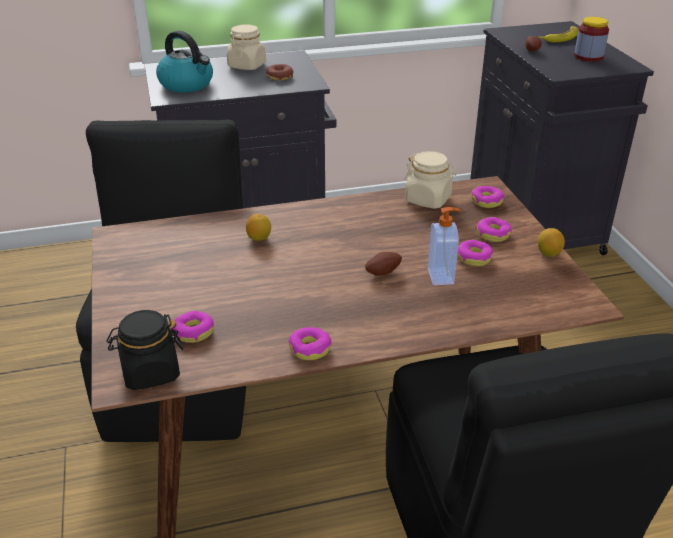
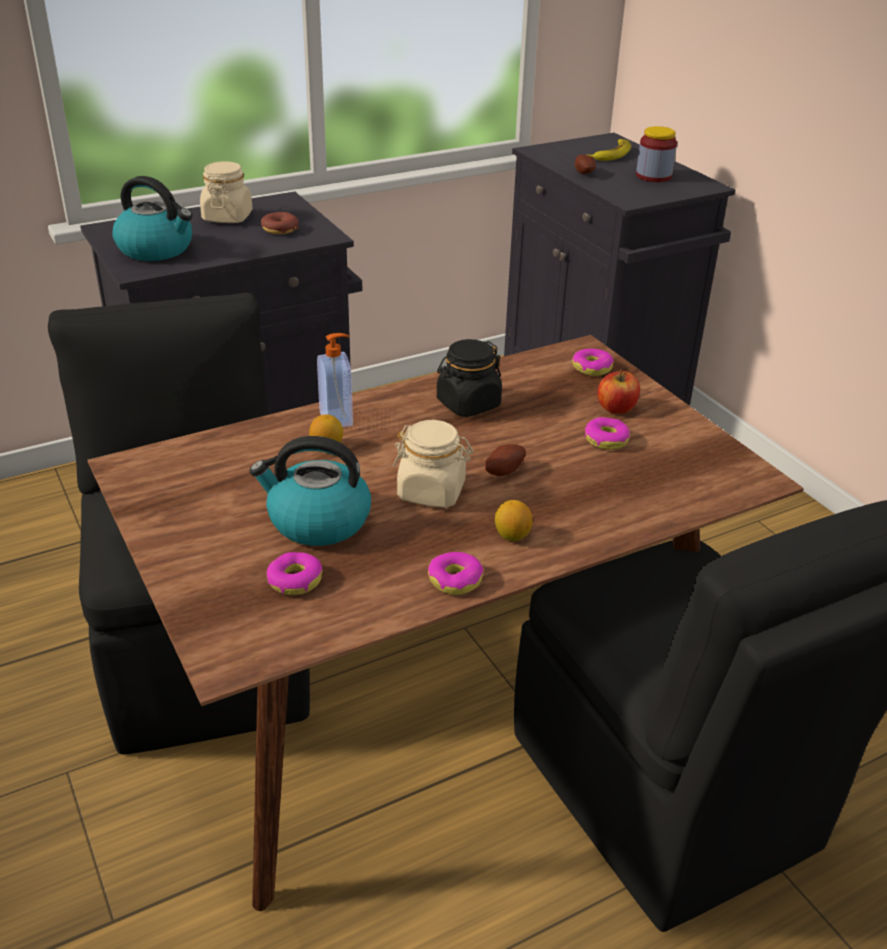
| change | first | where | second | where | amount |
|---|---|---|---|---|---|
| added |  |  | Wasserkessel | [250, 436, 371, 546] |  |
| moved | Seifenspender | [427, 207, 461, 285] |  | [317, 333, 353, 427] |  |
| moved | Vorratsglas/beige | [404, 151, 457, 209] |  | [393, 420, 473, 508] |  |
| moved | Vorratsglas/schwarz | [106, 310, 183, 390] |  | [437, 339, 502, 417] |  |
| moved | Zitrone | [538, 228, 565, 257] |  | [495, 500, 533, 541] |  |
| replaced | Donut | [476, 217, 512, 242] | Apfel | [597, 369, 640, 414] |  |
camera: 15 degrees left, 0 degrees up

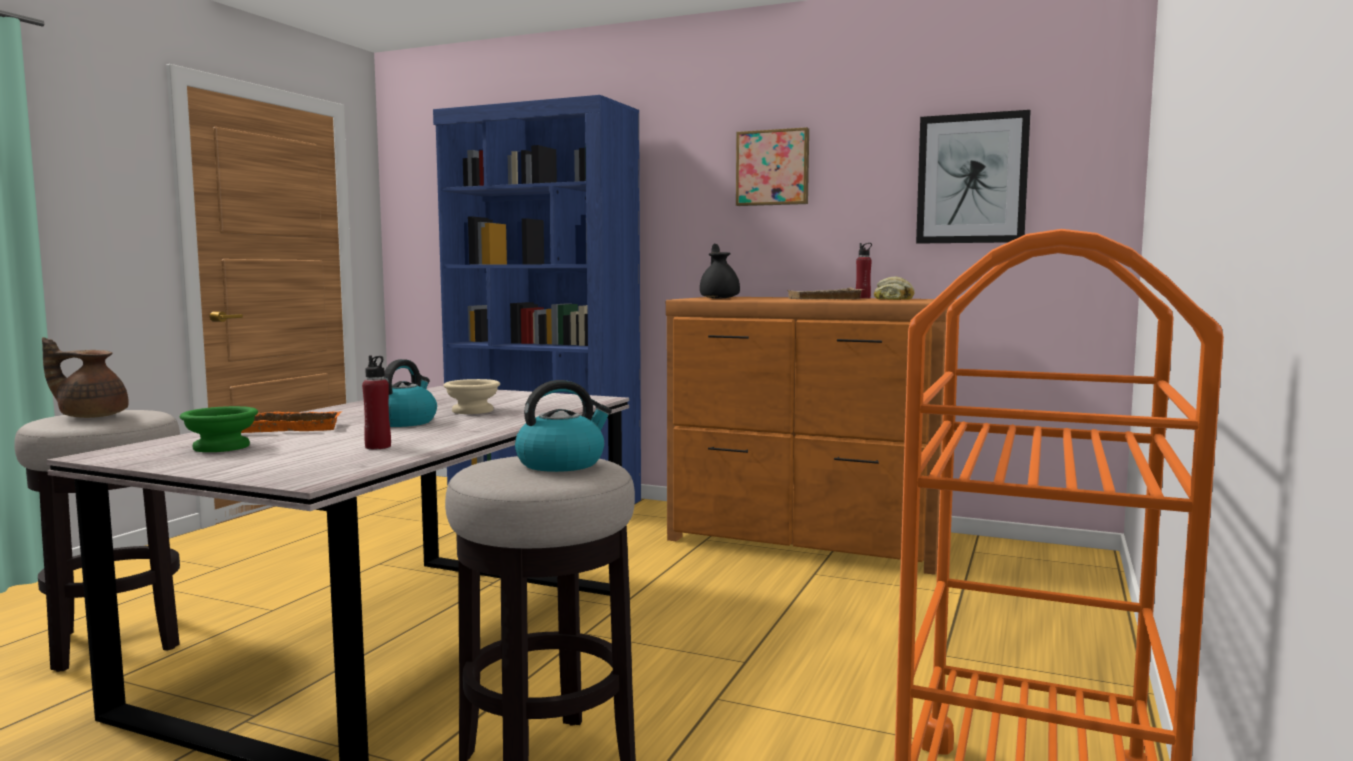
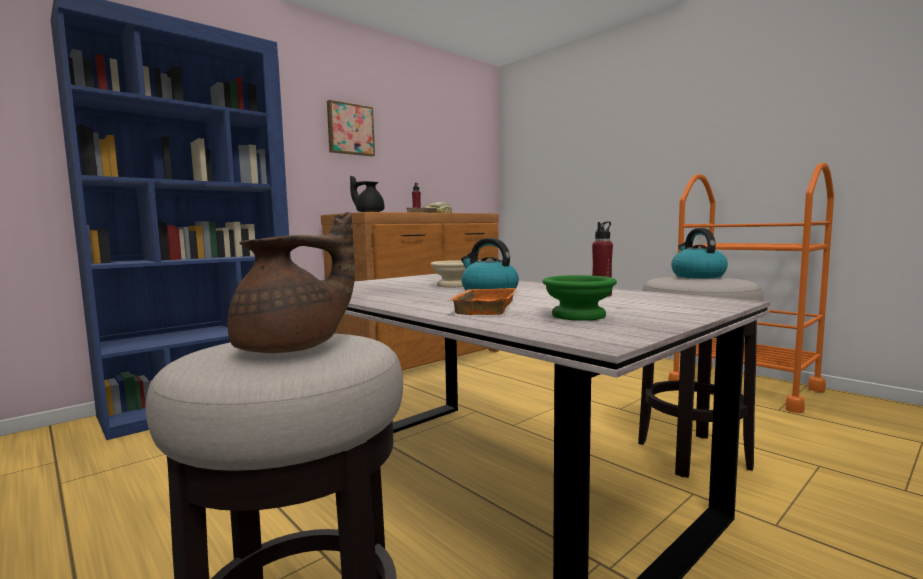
| change | first | where | second | where | amount |
|---|---|---|---|---|---|
| turned | Teekanne/braun | [42, 337, 129, 418] |  | [228, 212, 355, 353] | 150 degrees counterclockwise |
| removed | Bild | [916, 110, 1031, 244] |  |  |  |
camera: 65 degrees left, 0 degrees up

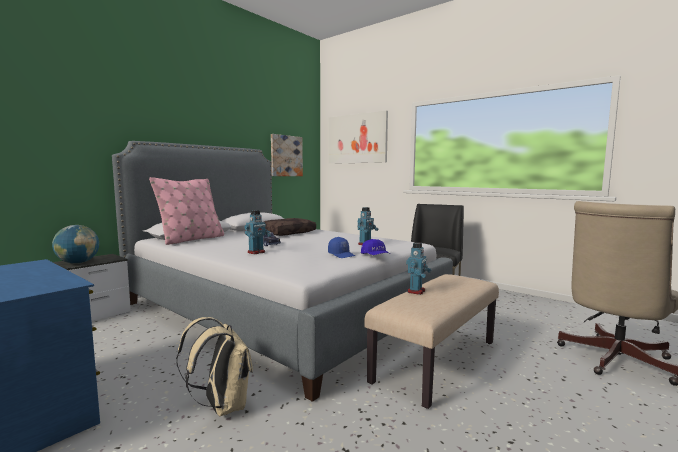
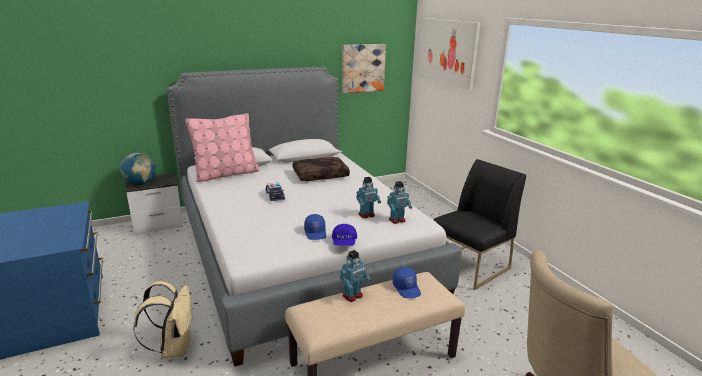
| change | first | where | second | where | amount |
|---|---|---|---|---|---|
| moved | Spielzeugroboter | [244, 210, 271, 254] |  | [387, 181, 413, 224] |  |
| added |  |  | Kappe/blau | [393, 267, 421, 298] |  |
camera: 25 degrees right, 15 degrees up

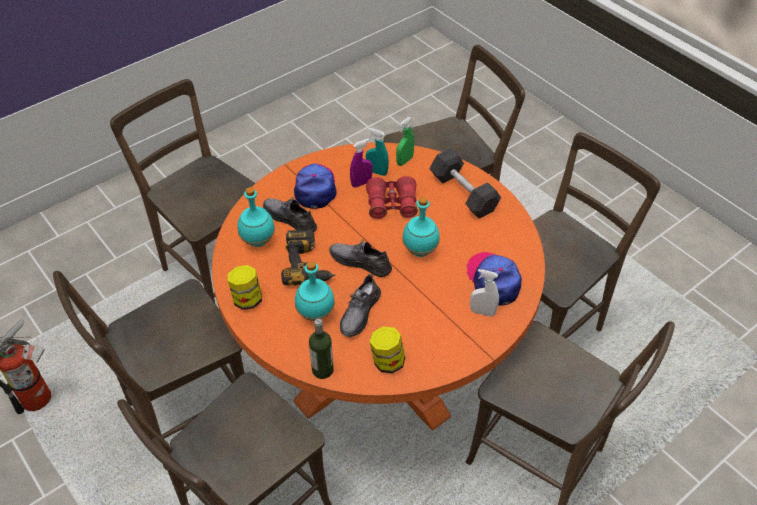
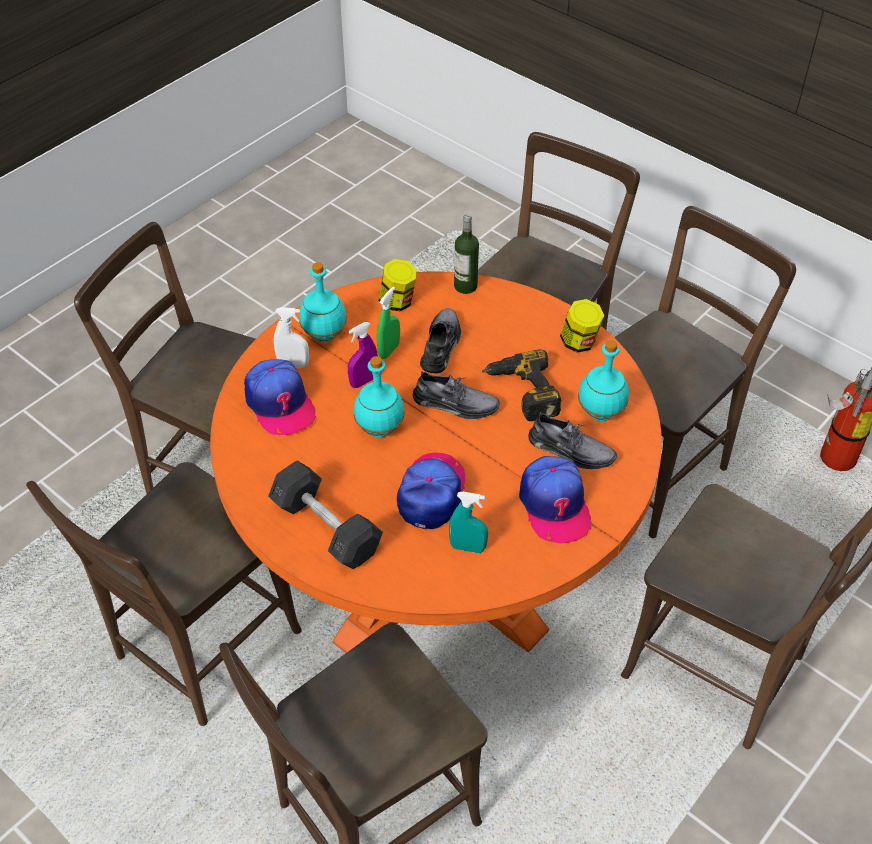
| change | first | where | second | where | amount |
|---|---|---|---|---|---|
| moved | Flasche/türkis | [295, 261, 335, 321] |  | [299, 262, 347, 342] |  |
| moved | Sprühflasche/lila | [350, 139, 373, 187] |  | [348, 322, 378, 388] |  |
| moved | Sprühflasche/grün | [396, 117, 414, 166] |  | [377, 286, 400, 359] |  |
| replaced | Fernglas/rot | [366, 176, 418, 219] | Kappe | [397, 453, 465, 529] |  |
camera: 170 degrees right, 0 degrees up

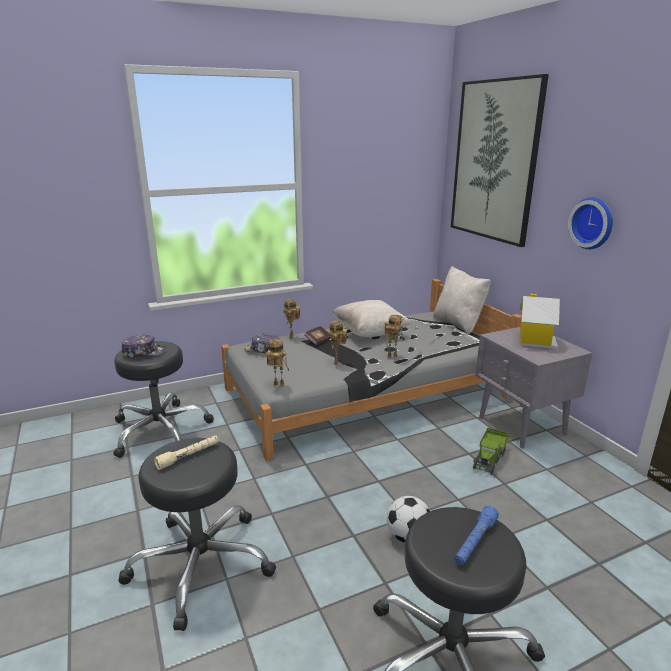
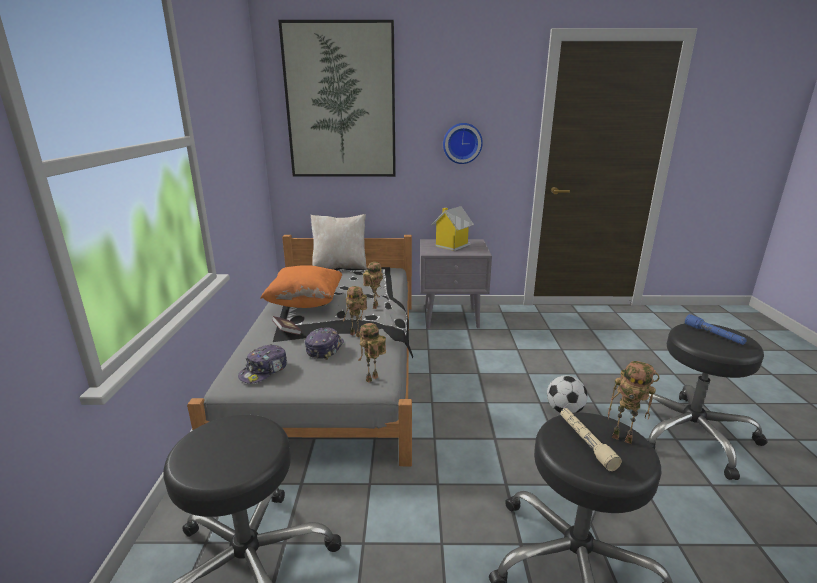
| change | first | where | second | where | amount |
|---|---|---|---|---|---|
| recoloured | Kissen/beige | [332, 300, 411, 337] | Kissen/orange | [260, 265, 342, 308] |  |
| moved | Kappe | [122, 334, 166, 358] |  | [305, 327, 344, 360] |  |
| moved | Spielzeugroboter | [283, 299, 300, 339] |  | [608, 361, 660, 444] |  |
| removed | Spielzeuglaster | [473, 428, 509, 475] |  |  |  |
camera: 65 degrees left, 0 degrees up

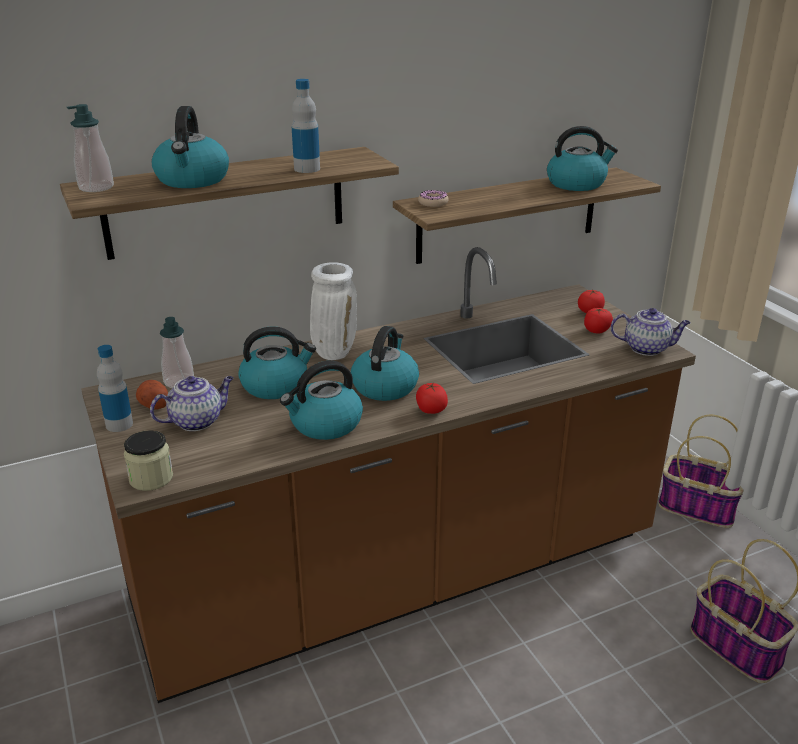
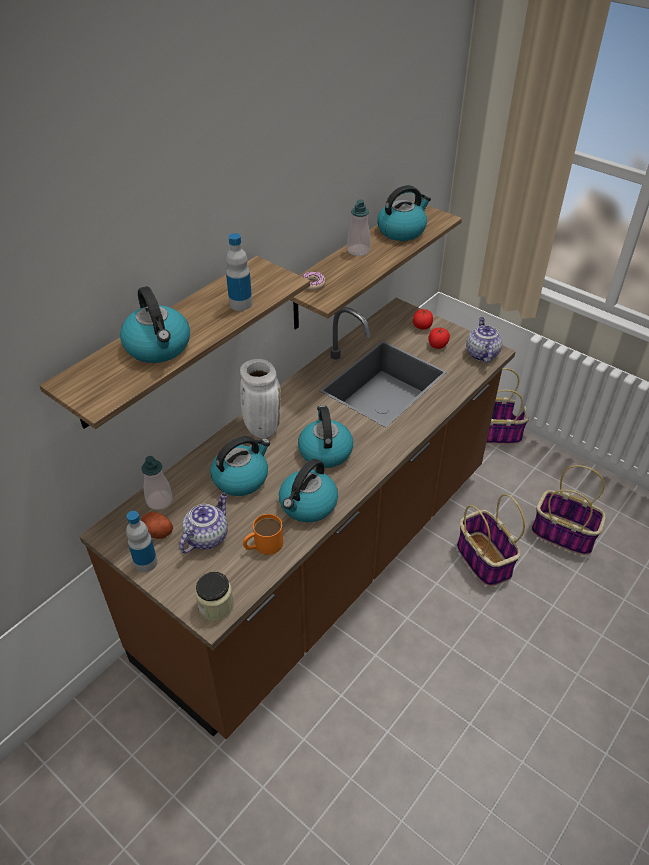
| change | first | where | second | where | amount |
|---|---|---|---|---|---|
| added |  |  | Henkelbecher/orange | [243, 514, 283, 555] |  |
| moved | Seifenspender | [67, 104, 114, 192] |  | [347, 199, 371, 256] |  |
| added |  |  | Korb | [457, 494, 525, 586] |  |
| turned | Teekanne | [611, 308, 691, 356] |  | [466, 317, 502, 363] | 75 degrees counterclockwise |
| removed | Tomate | [416, 382, 448, 414] |  |  |  |
camera: 25 degrees left, 15 degrees up

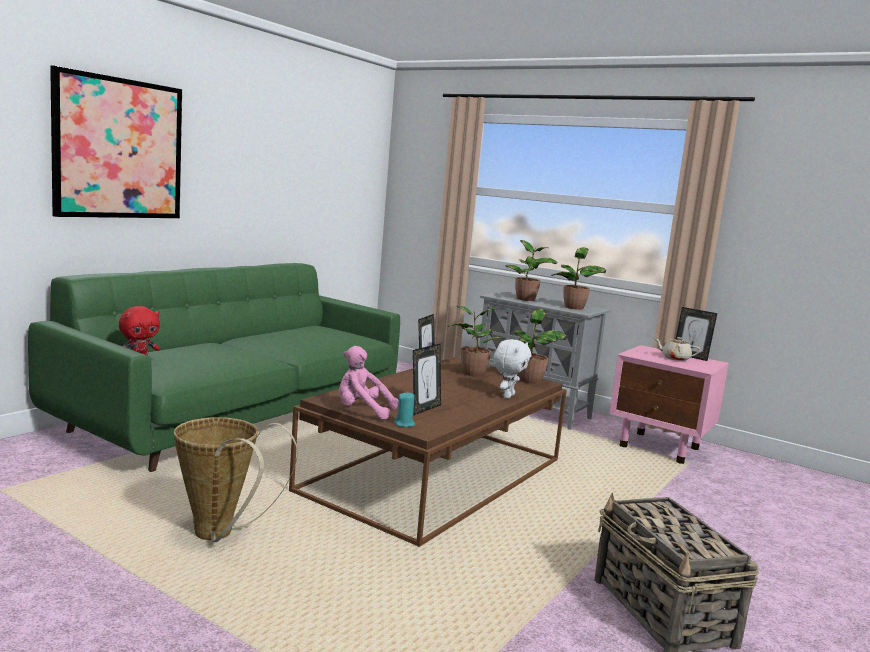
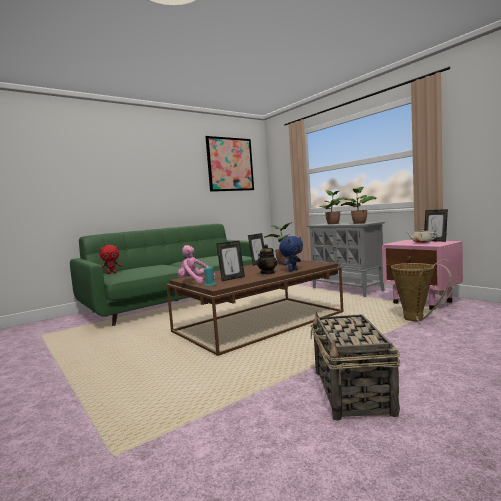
| change | first | where | second | where | amount |
|---|---|---|---|---|---|
| moved | Bild | [50, 65, 182, 218] |  | [205, 136, 254, 192] |  |
| added |  |  | Teekanne | [257, 244, 277, 274] |  |
| recoloured | Plüschtier/weiß | [494, 339, 531, 399] | Plüschtier/blau | [279, 236, 303, 271] |  |
| moved | Korb | [174, 417, 298, 542] |  | [391, 259, 459, 321] |  |
| removed | Topfpflanze | [514, 309, 567, 384] |  |  |  |
camera: 20 degrees right, 5 degrees down

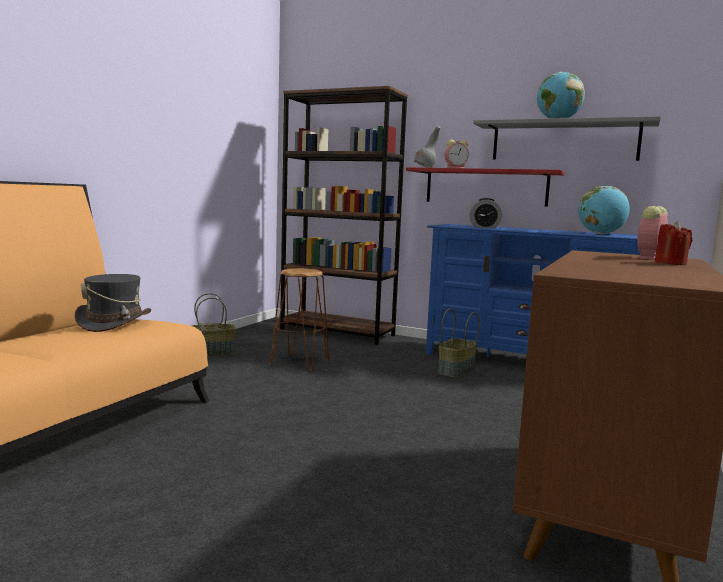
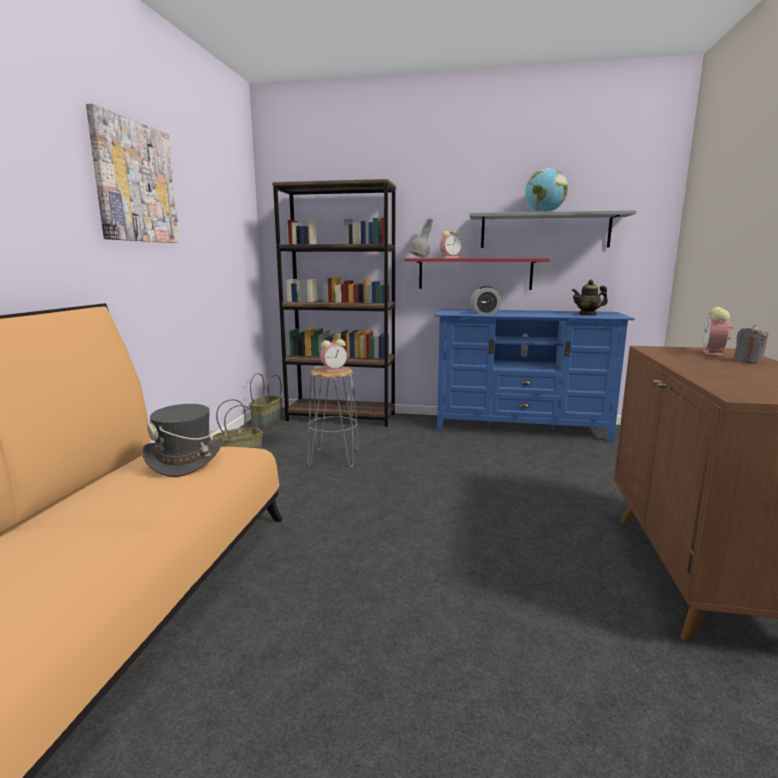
| change | first | where | second | where | amount |
|---|---|---|---|---|---|
| added |  |  | Bild | [86, 103, 180, 243] |  |
| moved | Korb | [438, 308, 479, 378] |  | [249, 373, 283, 427] |  |
| recoloured | Hocker/braun | [270, 268, 329, 372] | Hocker/grau | [308, 367, 359, 467] |  |
| added |  |  | Wecker | [320, 339, 347, 373] |  |
| replaced | Globus | [578, 186, 630, 234] | Teekanne | [572, 279, 608, 316] |  |
| recoloured | Kerze/rot | [655, 221, 692, 265] | Kerze/grau | [733, 325, 769, 363] |  |
camera: 15 degrees left, 5 degrees up

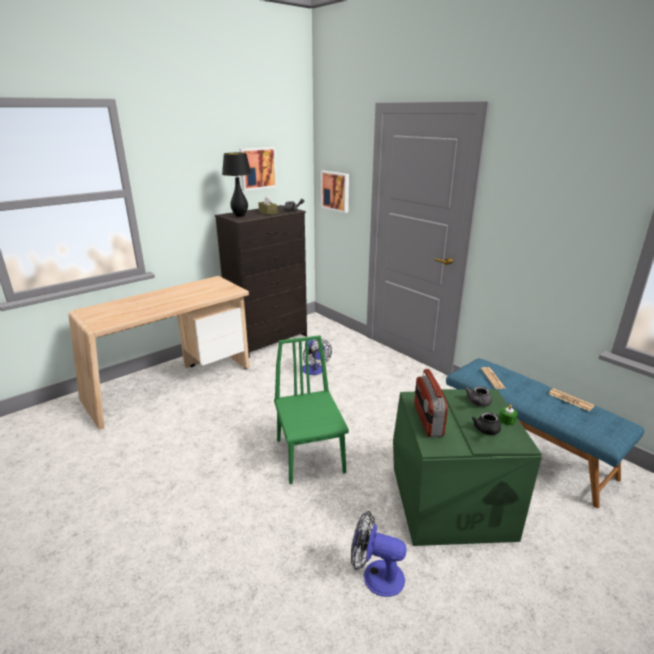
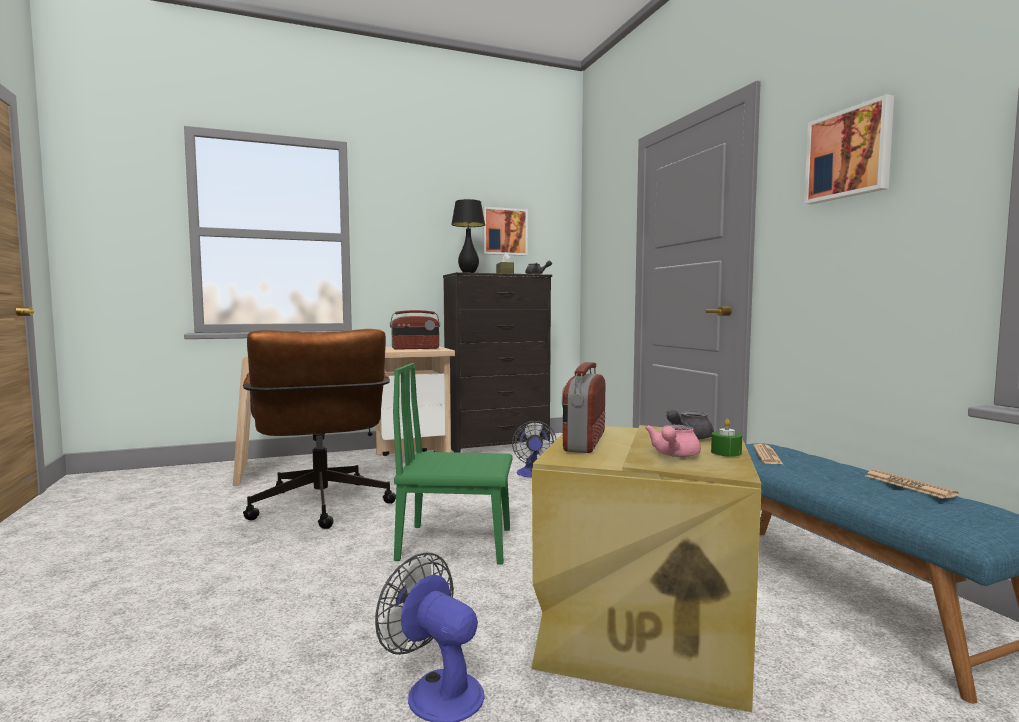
| change | first | where | second | where | amount |
|---|---|---|---|---|---|
| added |  |  | Bürostuhl/braun | [243, 329, 396, 529] |  |
| added |  |  | Radio | [390, 310, 440, 350] |  |
| turned | Stuhl/grün | [274, 335, 349, 484] |  | [393, 363, 512, 565] | 90 degrees counterclockwise |
| recoloured | Aufbewahrungsbox/grün | [393, 389, 542, 546] | Aufbewahrungsbox/beige | [531, 425, 761, 712] |  |
| recoloured | Teekanne/schwarz | [472, 412, 501, 435] | Teekanne/rosa | [645, 425, 701, 457] |  |
| moved | Bild | [321, 171, 349, 213] |  | [804, 94, 894, 204] |  |
camera: 20 degrees right, 20 degrees down

